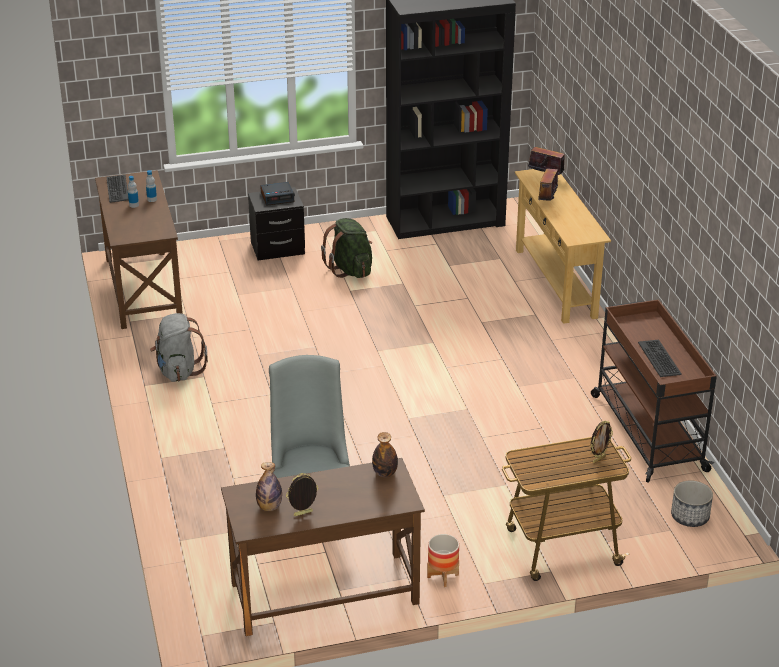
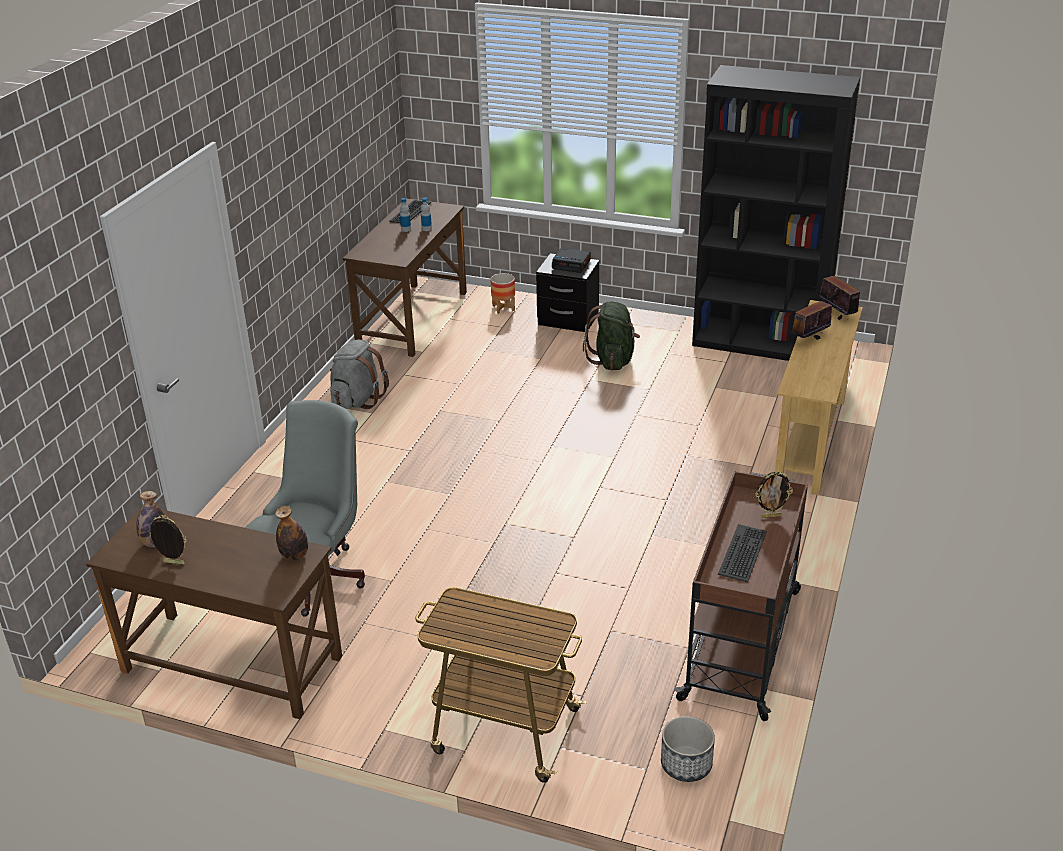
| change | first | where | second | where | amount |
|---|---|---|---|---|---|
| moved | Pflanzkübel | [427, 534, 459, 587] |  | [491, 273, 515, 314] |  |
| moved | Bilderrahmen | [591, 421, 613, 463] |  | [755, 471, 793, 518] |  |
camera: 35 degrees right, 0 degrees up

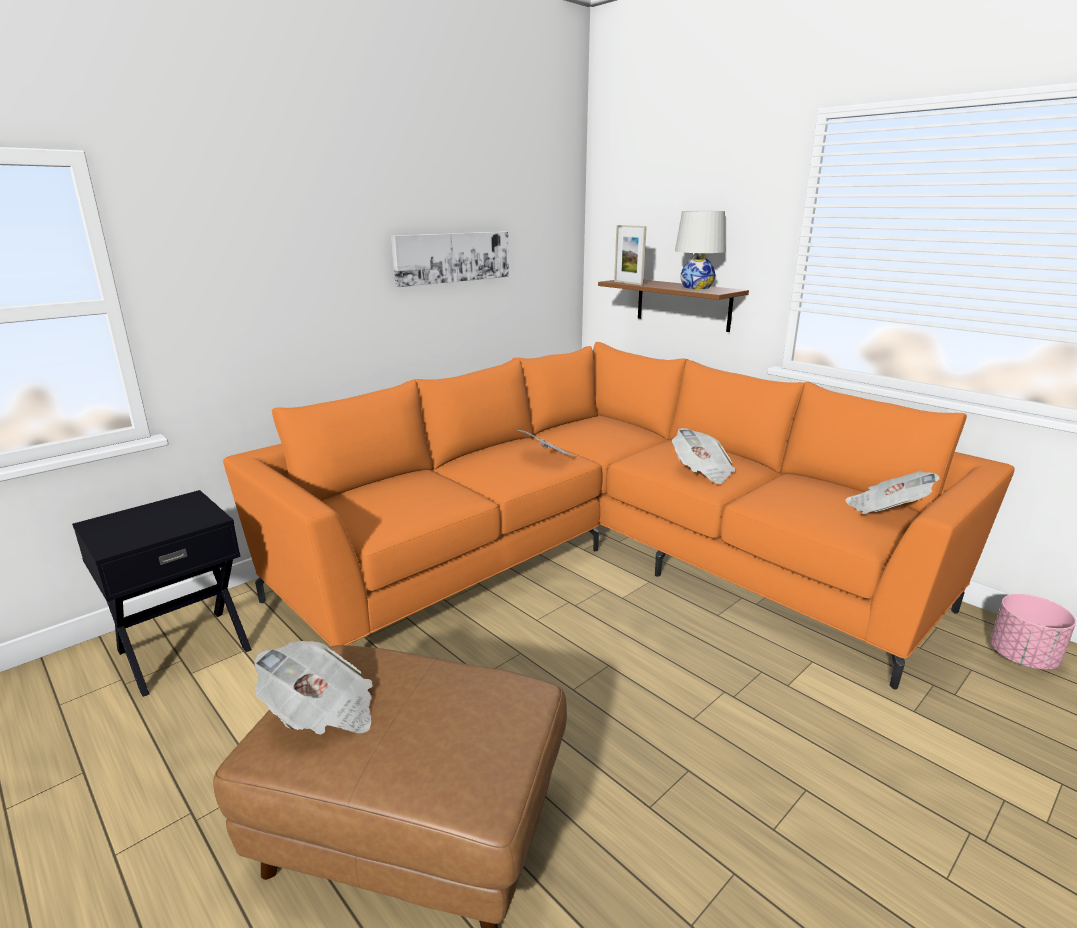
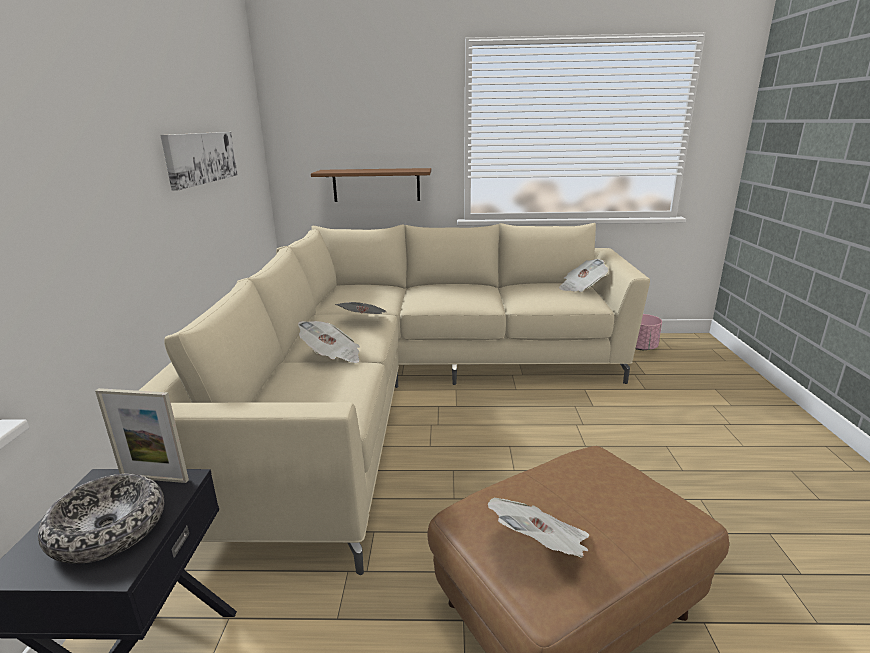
| change | first | where | second | where | amount |
|---|---|---|---|---|---|
| added |  |  | Schüssel | [38, 473, 164, 564] |  |
| moved | Bilderrahmen | [614, 225, 647, 285] |  | [95, 388, 189, 483] |  |
| recoloured | Sofa/orange | [223, 342, 1015, 689] | Sofa/beige | [139, 223, 650, 575] |  |
| moved | Zeitung | [672, 428, 736, 484] |  | [298, 321, 359, 363] |  |
| removed | Tischlampe/weiß | [675, 211, 725, 289] |  |  |  |
camera: 45 degrees left, 0 degrees up

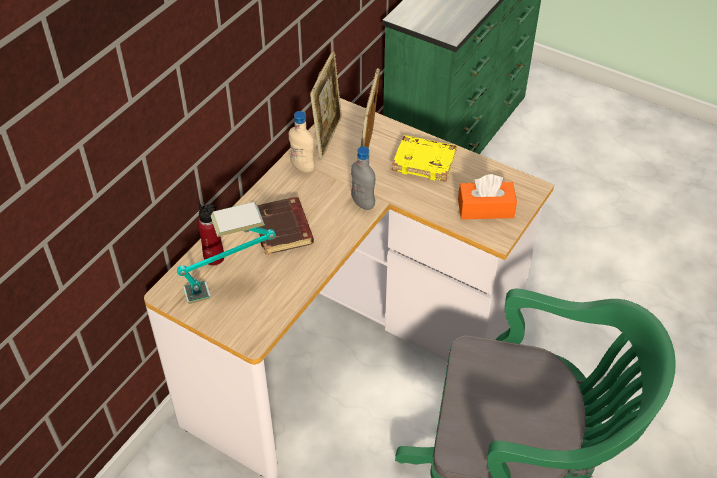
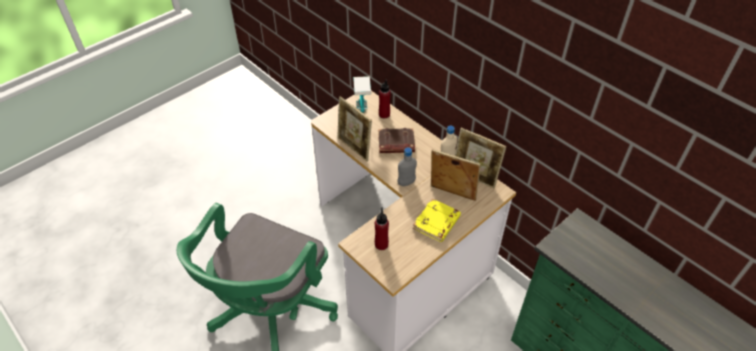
| change | first | where | second | where | amount |
|---|---|---|---|---|---|
| added |  |  | Bilderrahmen | [337, 96, 372, 161] |  |
| replaced | Taschentuchbox/orange | [458, 174, 517, 219] | Flasche/rot | [375, 207, 389, 250] |  |
camera: 105 degrees right, 0 degrees up

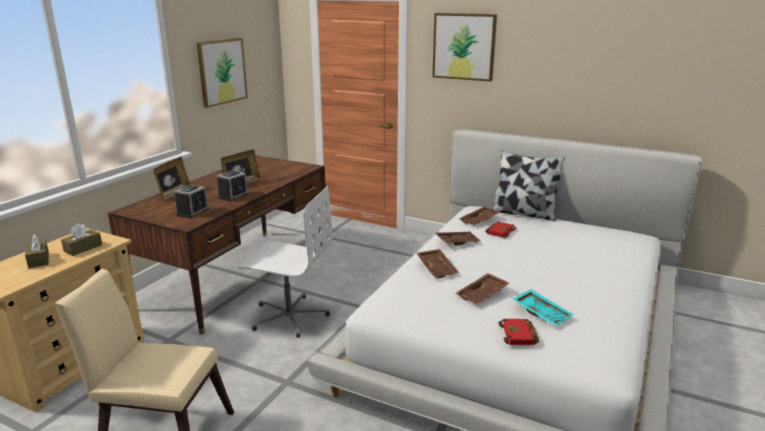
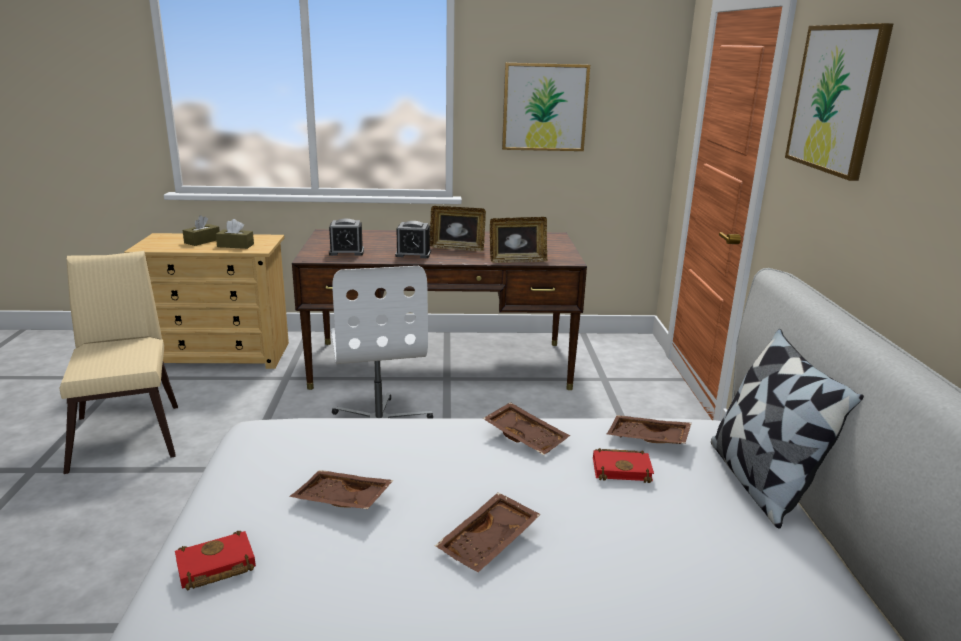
| change | first | where | second | where | amount |
|---|---|---|---|---|---|
| moved | Tablett/braun | [417, 249, 459, 278] |  | [435, 492, 541, 572] |  |
| moved | Bilderrahmen | [153, 157, 191, 200] |  | [490, 217, 547, 263] |  |
| removed | Tablett/türkis | [513, 289, 574, 326] |  |  |  |
camera: 60 degrees right, 0 degrees up

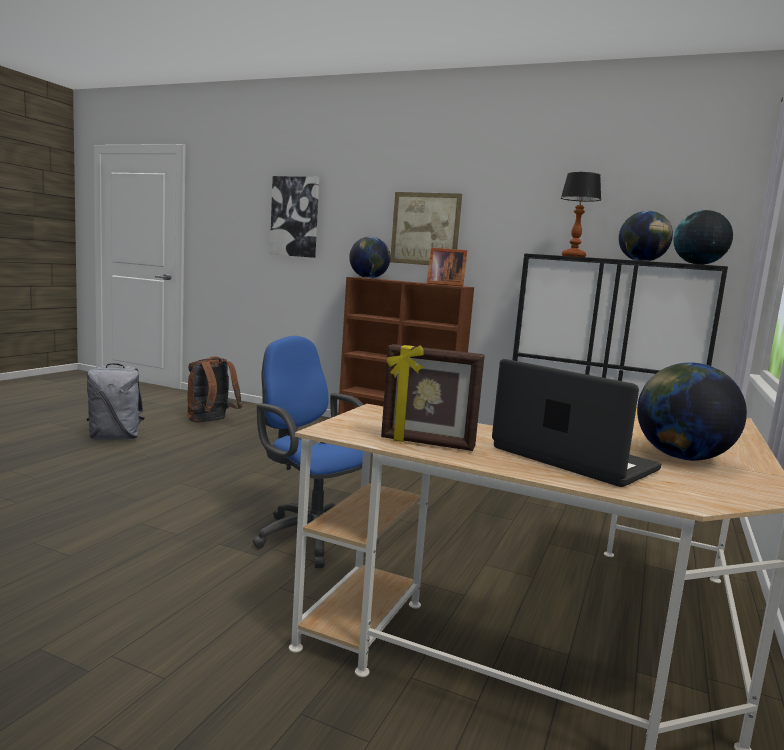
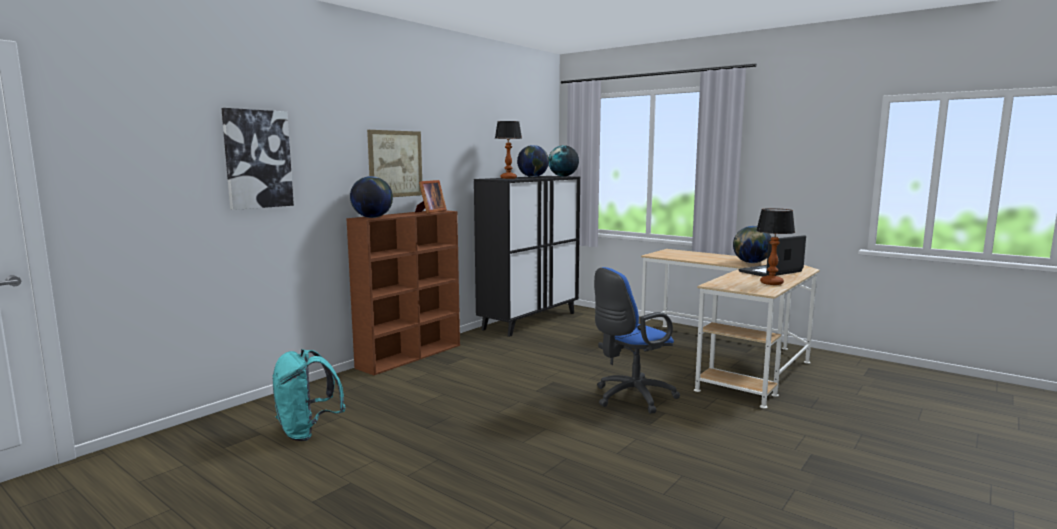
| change | first | where | second | where | amount |
|---|---|---|---|---|---|
| recoloured | Rucksack/braun | [187, 356, 242, 422] | Rucksack/türkis | [273, 349, 346, 441] |  |
| replaced | Bilderrahmen | [381, 344, 485, 451] | Tischlampe | [756, 208, 795, 285] |  |
| removed | Rucksack/grau | [86, 363, 145, 440] |  |  |  |
camera: 75 degrees left, 0 degrees up

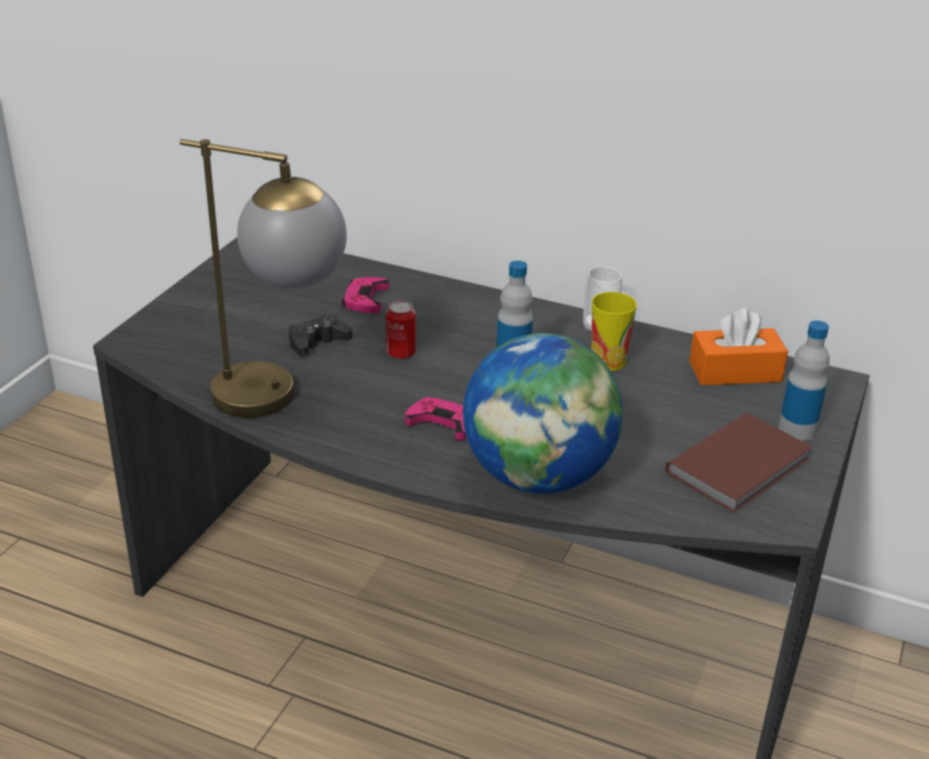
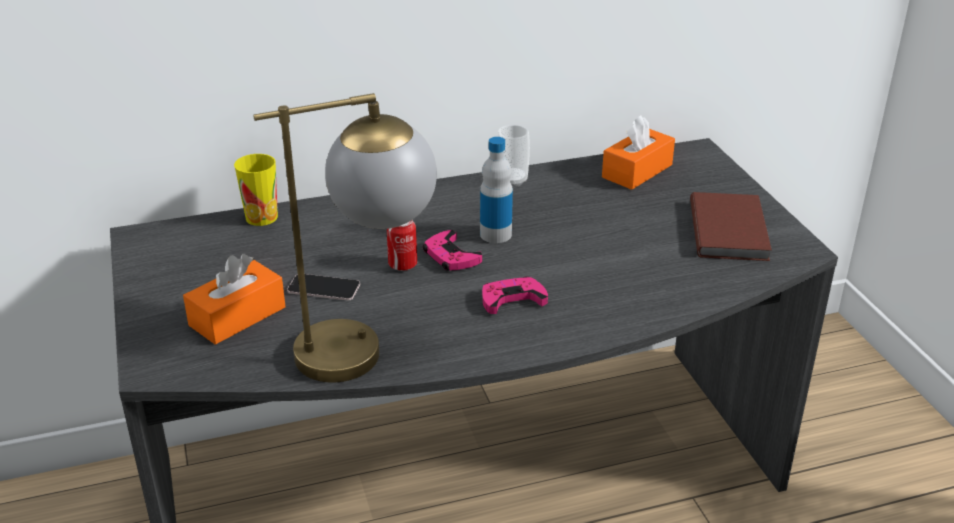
| change | first | where | second | where | amount |
|---|---|---|---|---|---|
| added |  |  | Taschentuchbox/orange | [183, 254, 286, 345] |  |
| moved | Tasse | [591, 292, 637, 371] |  | [234, 154, 278, 226] |  |
| replaced | Gamepad/schwarz | [288, 314, 353, 356] | Handy | [287, 274, 360, 300] |  |
| moved | Gamepad/rosa | [342, 277, 389, 313] |  | [423, 230, 482, 271] |  |
| removed | Globus | [463, 333, 623, 494] |  |  |  |
| removed | Flasche | [778, 320, 830, 441] |  |  |  |
camera: 40 degrees left, 0 degrees up

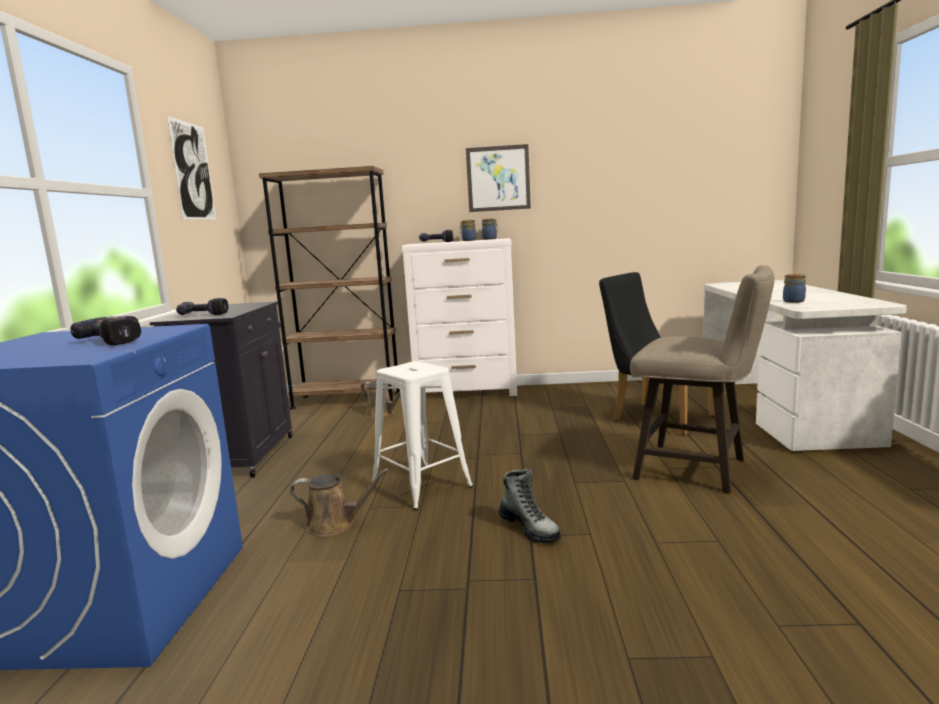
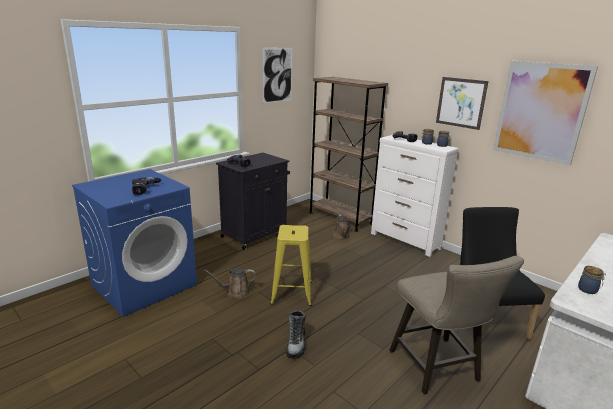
| change | first | where | second | where | amount |
|---|---|---|---|---|---|
| turned | Gießkanne/braun | [290, 468, 389, 537] |  | [203, 268, 256, 299] | 120 degrees clockwise |
| recoloured | Hocker/weiß | [372, 361, 473, 510] | Hocker/gelb | [270, 225, 312, 306] |  |
| added |  |  | Bild | [493, 61, 598, 165] |  |
camera: 40 degrees right, 10 degrees up

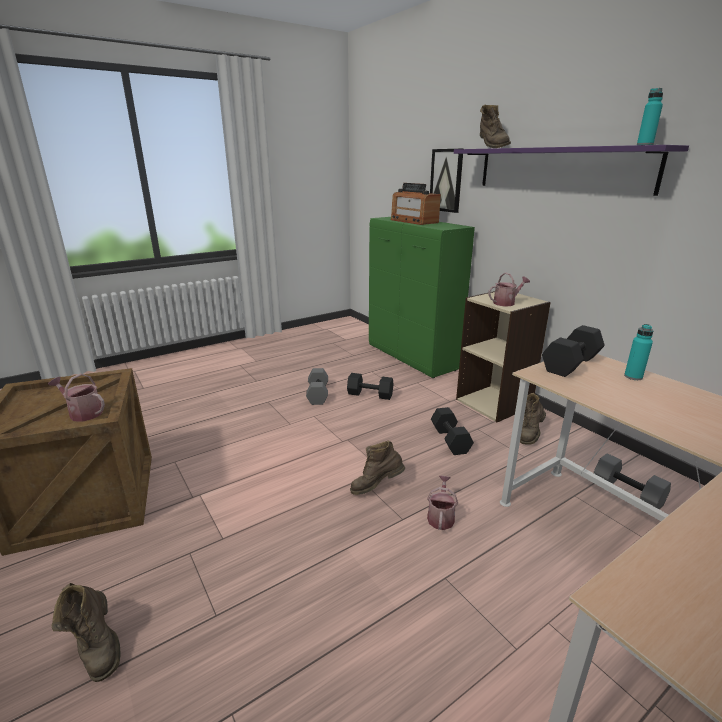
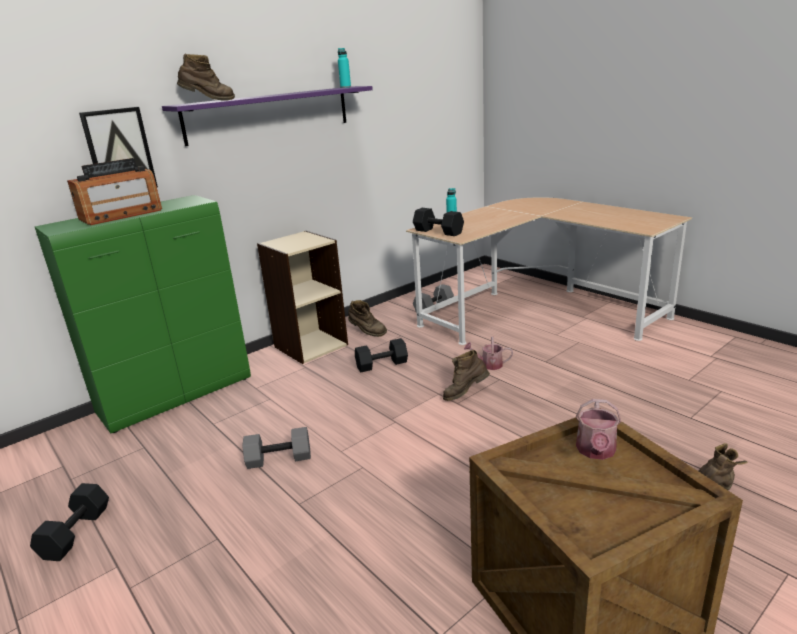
| change | first | where | second | where | amount |
|---|---|---|---|---|---|
| moved | Hantel/schwarz | [347, 373, 394, 400] |  | [30, 483, 109, 561] |  |
| turned | Stiefel/braun | [350, 441, 405, 495] |  | [443, 350, 490, 401] | 90 degrees clockwise |
| removed | Gießkanne | [488, 273, 530, 306] |  |  |  |
camera: 95 degrees left, 0 degrees up

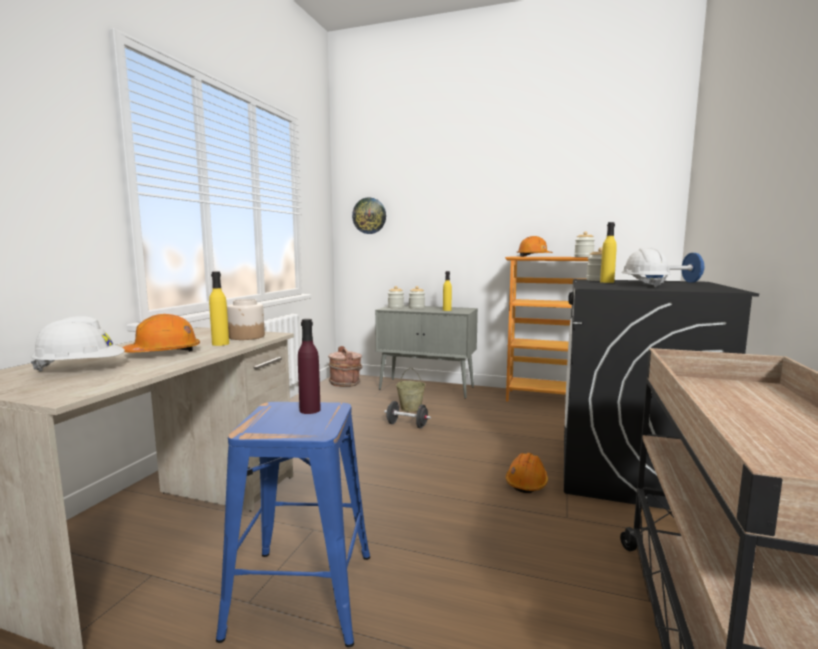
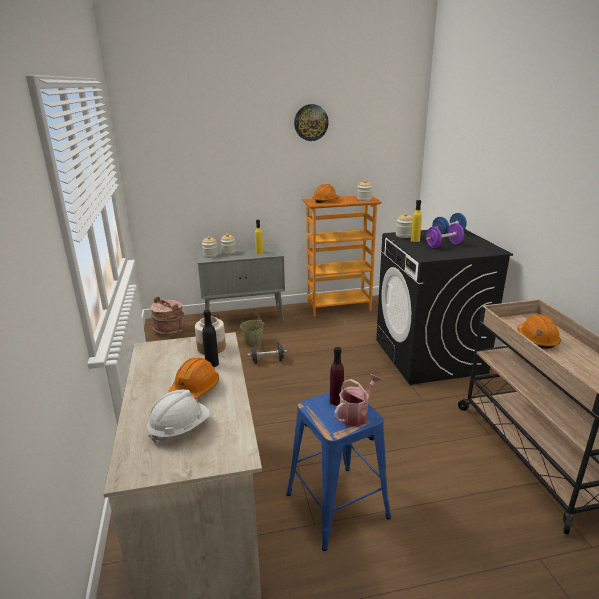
| change | first | where | second | where | amount |
|---|---|---|---|---|---|
| recoloured | Flasche/gelb | [209, 272, 229, 346] | Flasche/schwarz | [202, 310, 219, 367] |  |
| moved | Wanduhr | [352, 197, 386, 234] |  | [294, 104, 329, 141] |  |
| added |  |  | Gießkanne | [334, 374, 381, 427] |  |
| replaced | Schutzhelm/weiß | [621, 248, 671, 287] | Hantel/lila | [426, 223, 464, 248] |  |
| moved | Schutzhelm/orange | [506, 453, 548, 493] |  | [517, 314, 561, 349] |  |
camera: 30 degrees left, 15 degrees up

